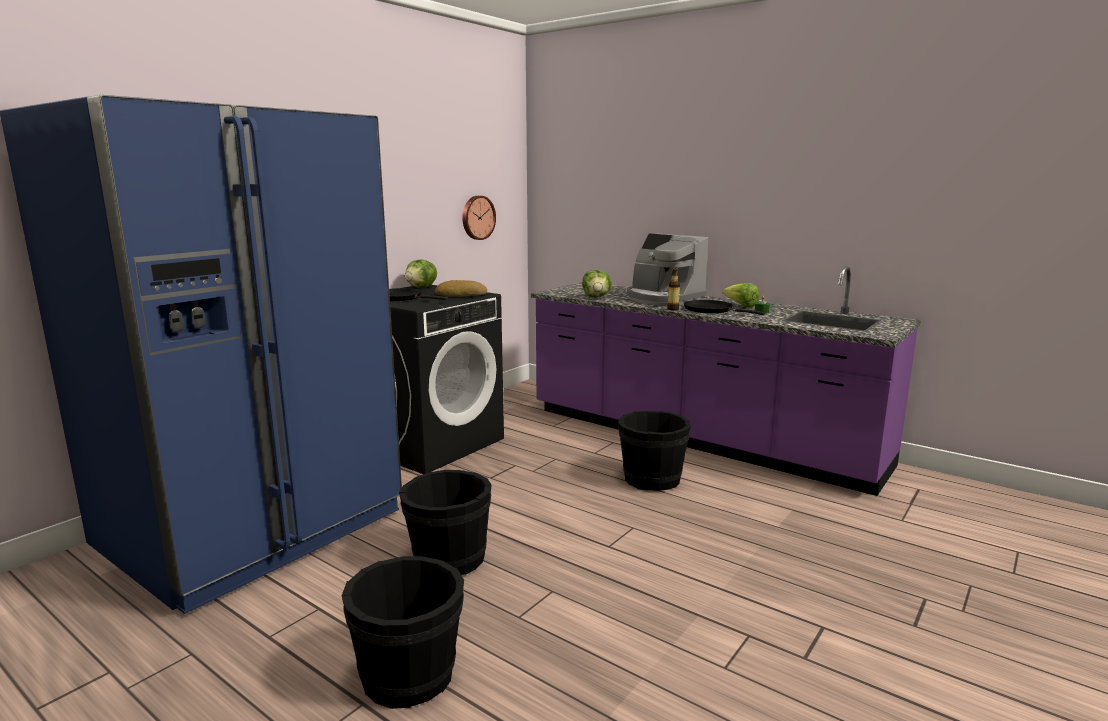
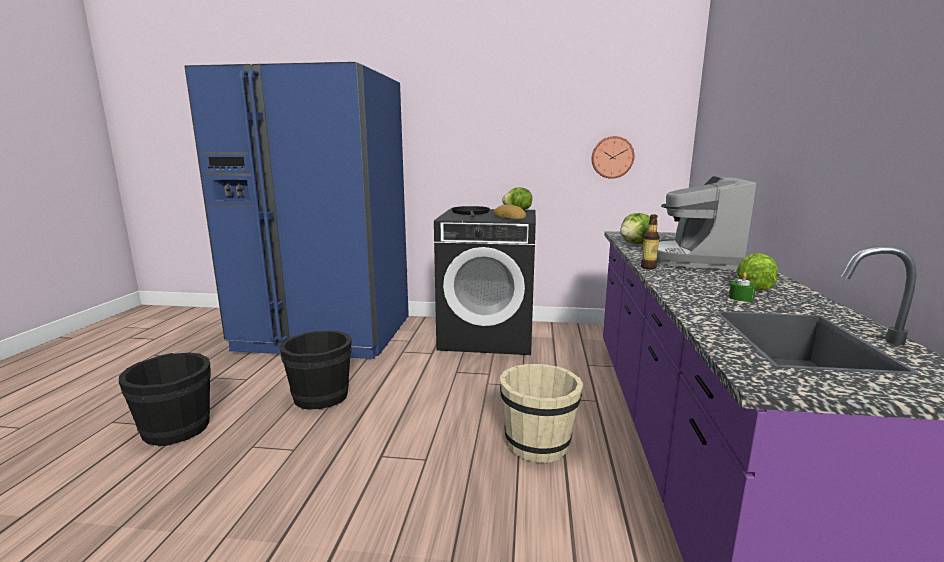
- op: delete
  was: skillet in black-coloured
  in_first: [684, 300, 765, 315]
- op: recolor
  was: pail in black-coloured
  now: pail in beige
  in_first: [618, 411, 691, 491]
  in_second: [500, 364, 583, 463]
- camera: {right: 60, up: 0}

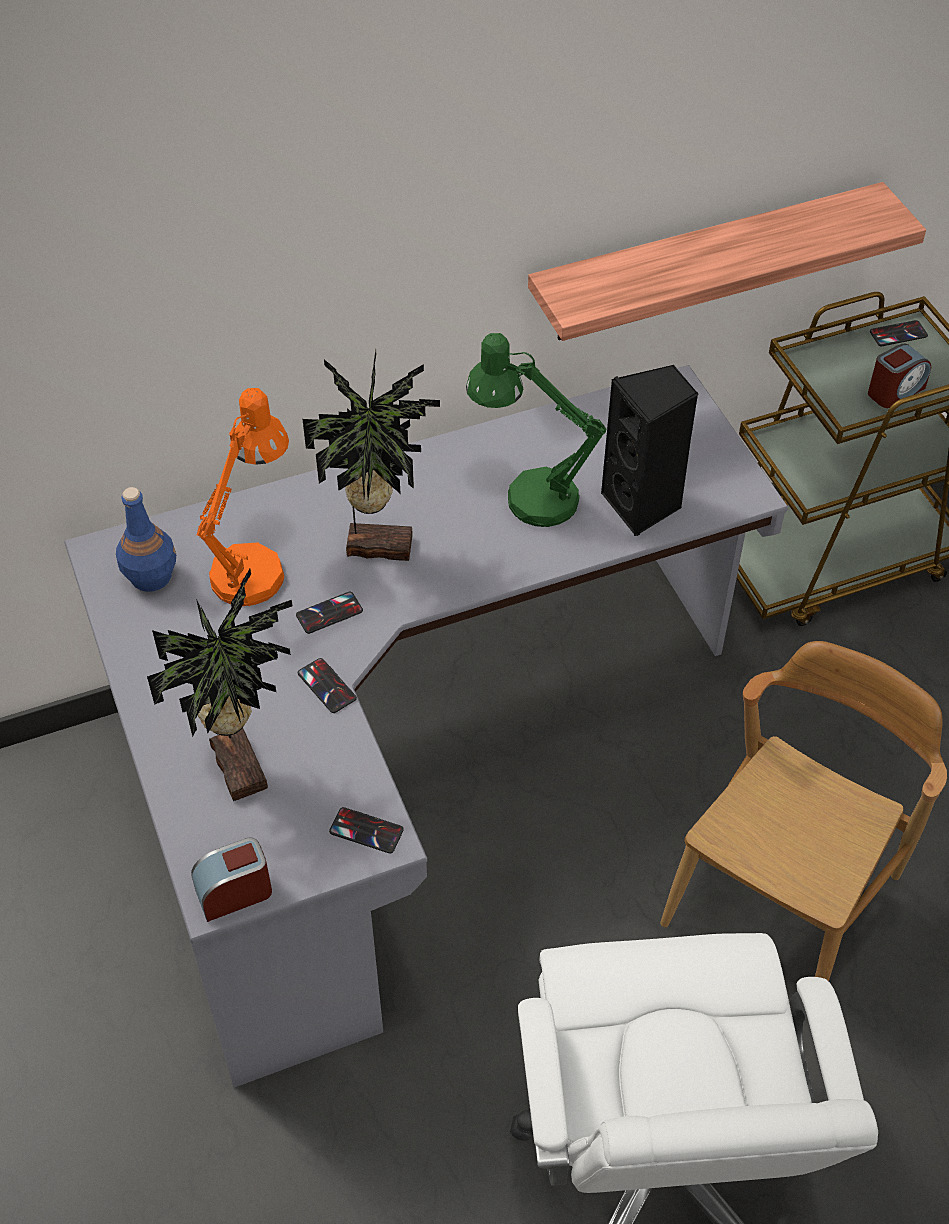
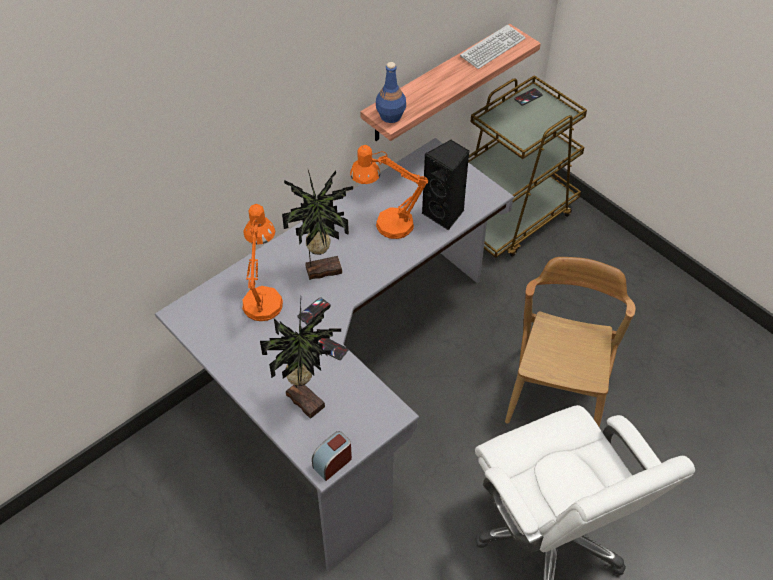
- op: recolor
  was: table lamp in green-coloured
  now: table lamp in orangey
  in_first: [466, 333, 606, 527]
  in_second: [350, 145, 428, 239]
- op: delete
  was: alarm clock
  in_first: [868, 343, 931, 408]
- op: move
  was: beverage bottle in blue-coloured
  in_first: [116, 487, 176, 592]
  in_second: [376, 62, 406, 123]
- op: delete
  was: handset
  in_first: [329, 807, 404, 853]
- op: insert
  now: keyboard
  in_second: [460, 25, 525, 69]
- camera: {right: -20, up: 0}

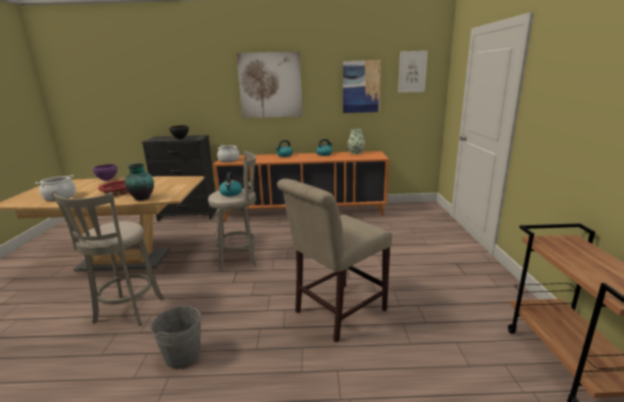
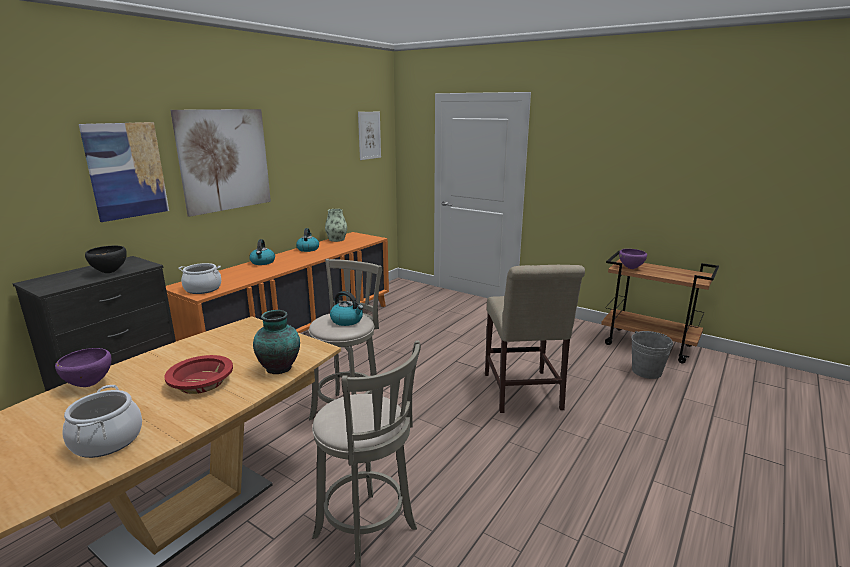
- op: move
  was: wall art
  in_first: [343, 60, 381, 113]
  in_second: [79, 122, 169, 222]
- op: move
  was: pail in grey
  in_first: [151, 305, 201, 369]
  in_second: [631, 331, 673, 379]
- op: insert
  now: deep dish in purple
  in_second: [619, 249, 647, 269]
- camera: {right: -55, up: 0}

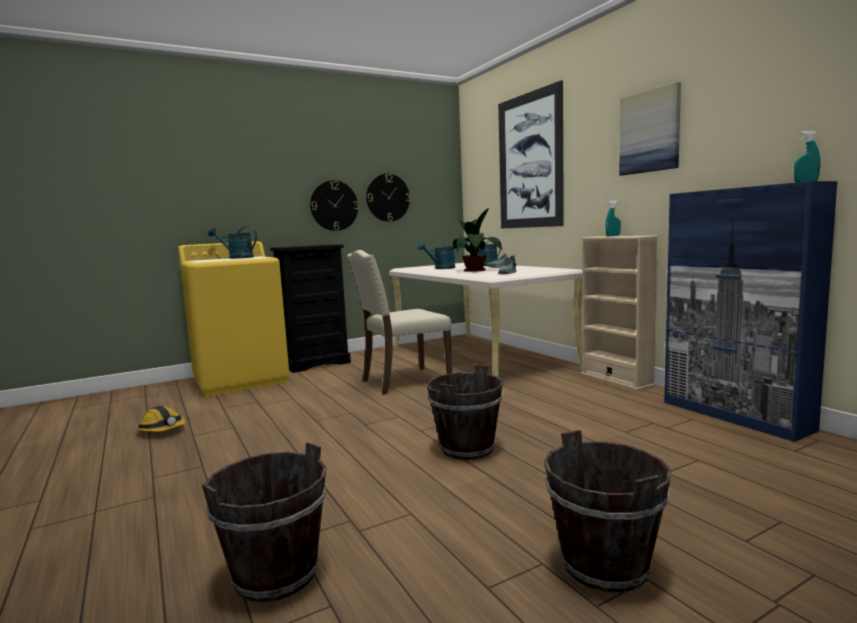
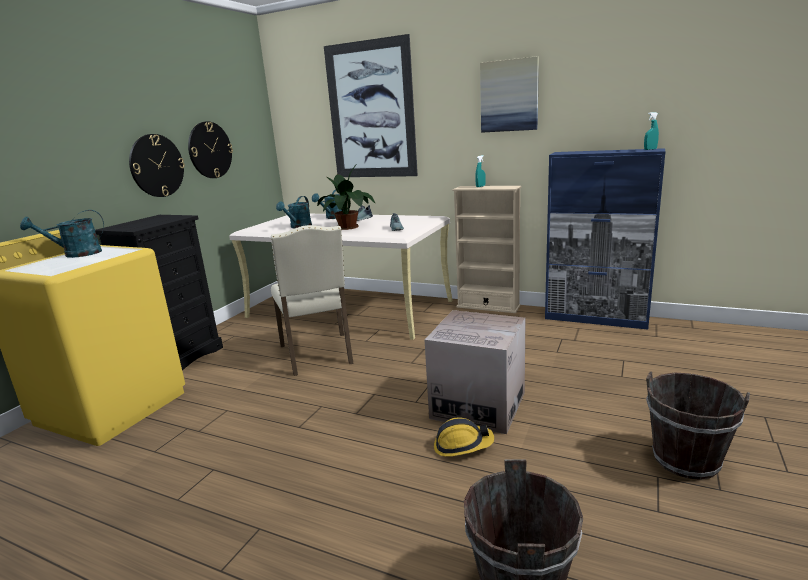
- op: rotate
  was: upright chair in beige
  in_first: [347, 250, 452, 395]
  in_second: [271, 225, 354, 376]
  clockwise: -45
- op: replace
  was: pail in brown
  now: carton
  in_first: [427, 365, 503, 460]
  in_second: [425, 310, 526, 434]
- op: move
  was: hard hat
  in_first: [137, 406, 185, 432]
  in_second: [434, 417, 494, 457]
- camera: {right: -35, up: 10}

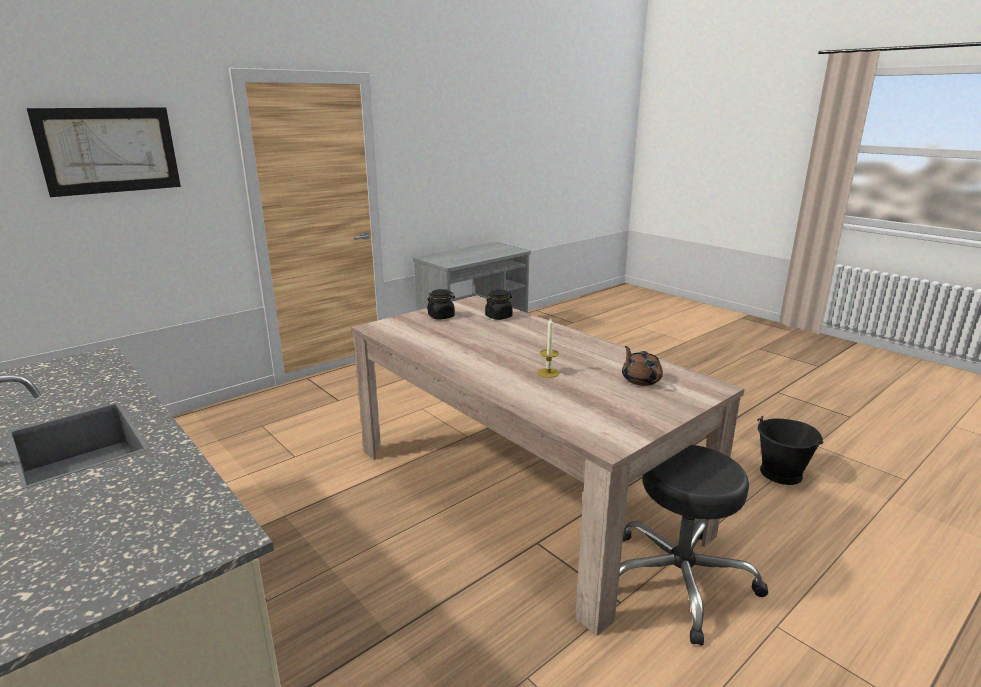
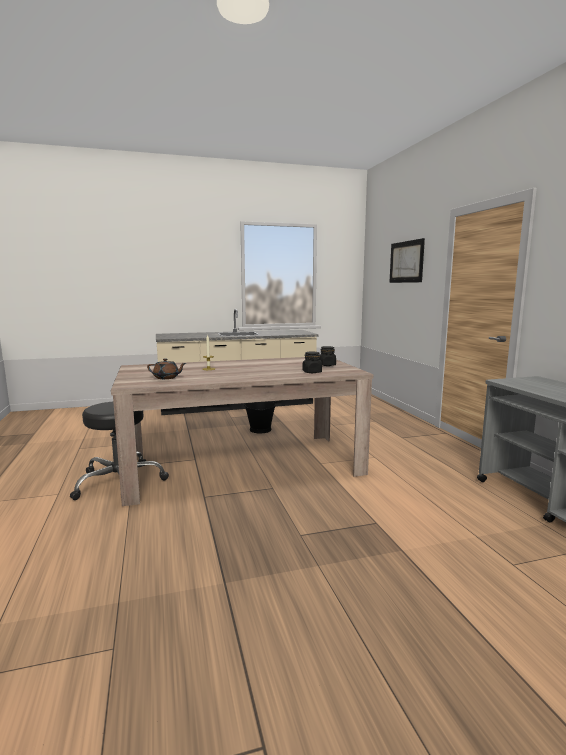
- op: move
  was: pail in black-coloured
  in_first: [758, 416, 824, 485]
  in_second: [243, 401, 277, 433]
- camera: {right: 115, up: -10}

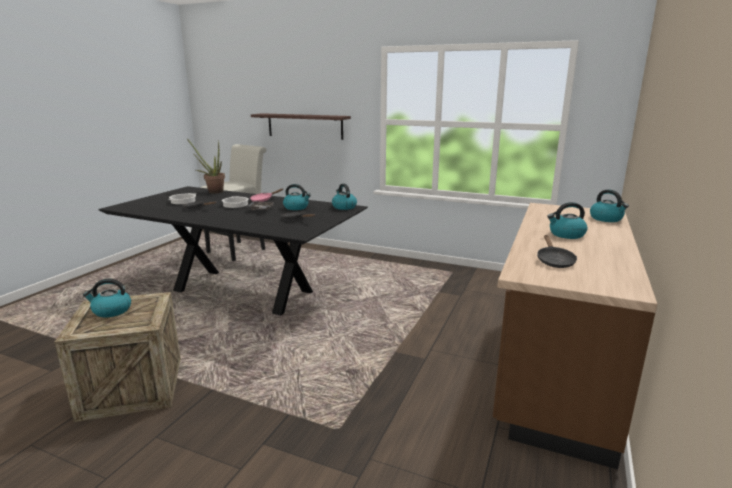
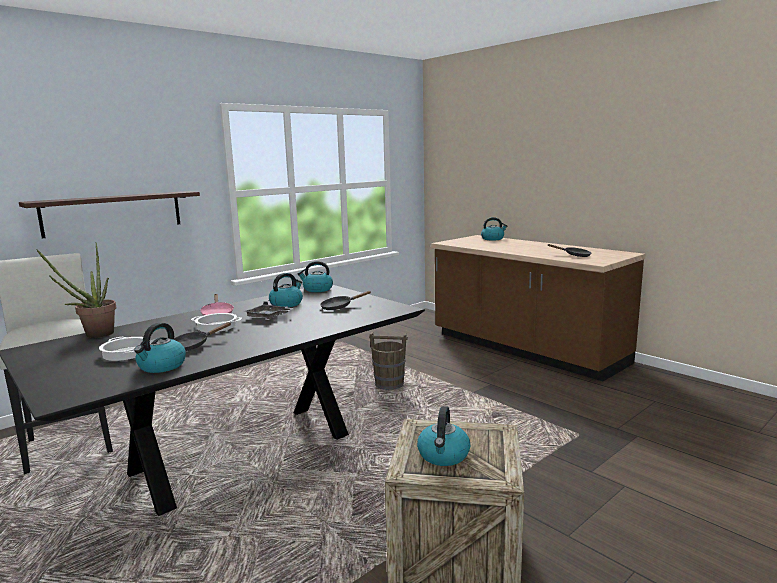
- op: move
  was: tea kettle
  in_first: [547, 202, 587, 239]
  in_second: [134, 322, 186, 373]
- op: insert
  now: pail in brown
  in_second: [369, 332, 408, 390]
- camera: {right: -65, up: -5}

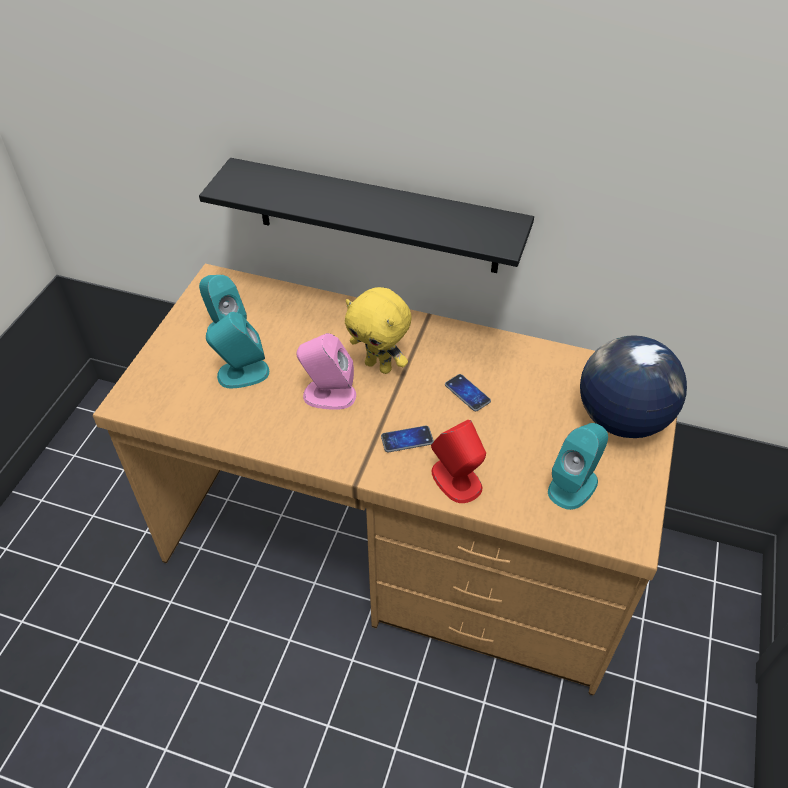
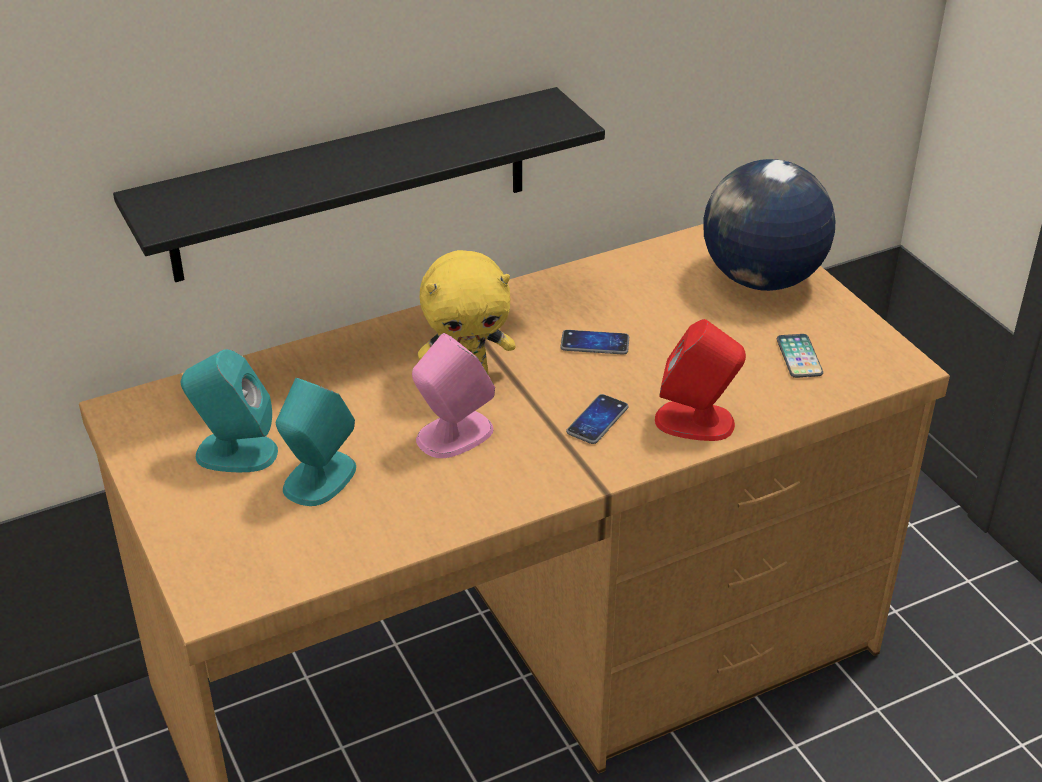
- op: replace
  was: speaker in turquoise-coloured
  now: handset
  in_first: [548, 423, 608, 510]
  in_second: [777, 334, 823, 378]
- camera: {right: -45, up: -10}

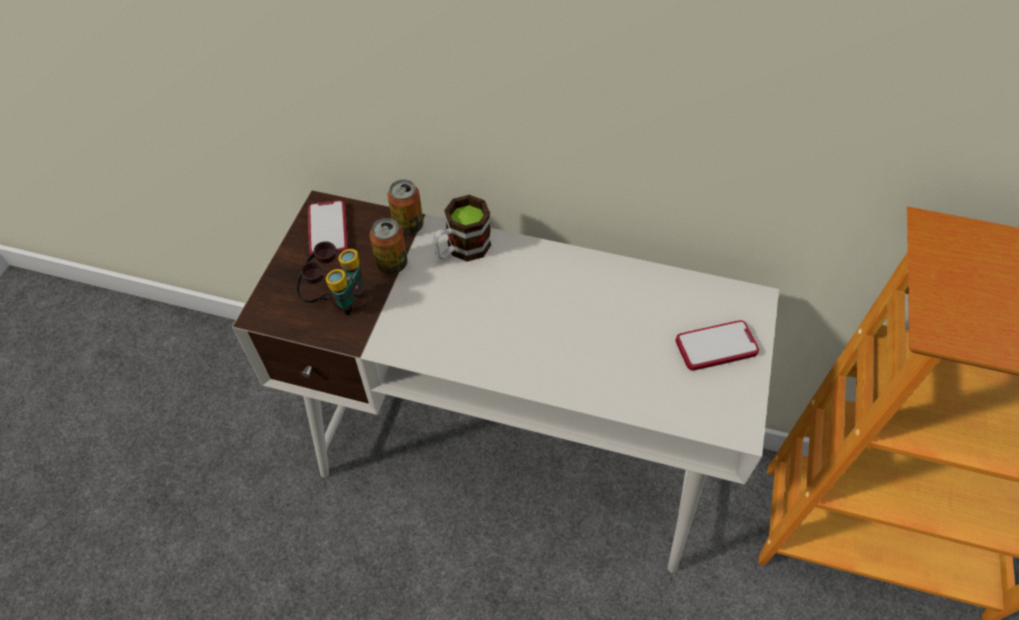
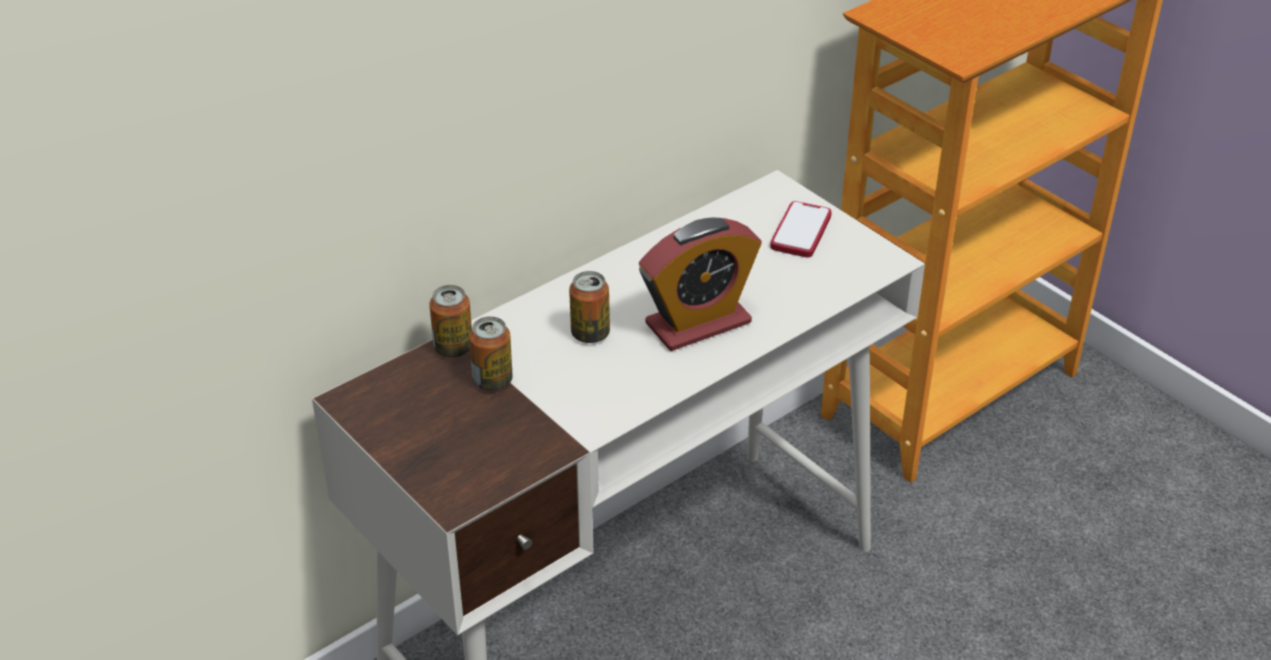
- op: delete
  was: coffee mug
  in_first: [433, 195, 491, 262]
- op: delete
  was: handset
  in_first: [308, 200, 348, 258]
- op: delete
  was: binoculars
  in_first: [296, 241, 365, 315]
- op: insert
  now: alarm clock
  in_second: [639, 217, 762, 351]
- op: insert
  now: sealed can
  in_second: [569, 271, 610, 343]
- camera: {right: -55, up: -15}

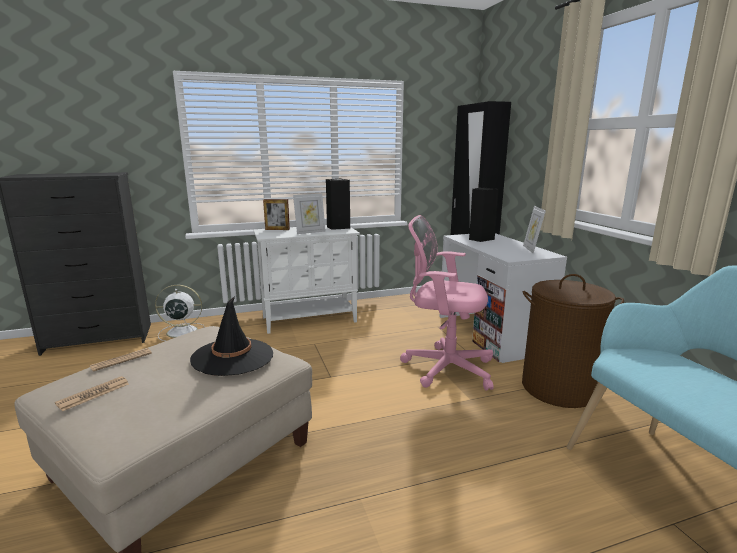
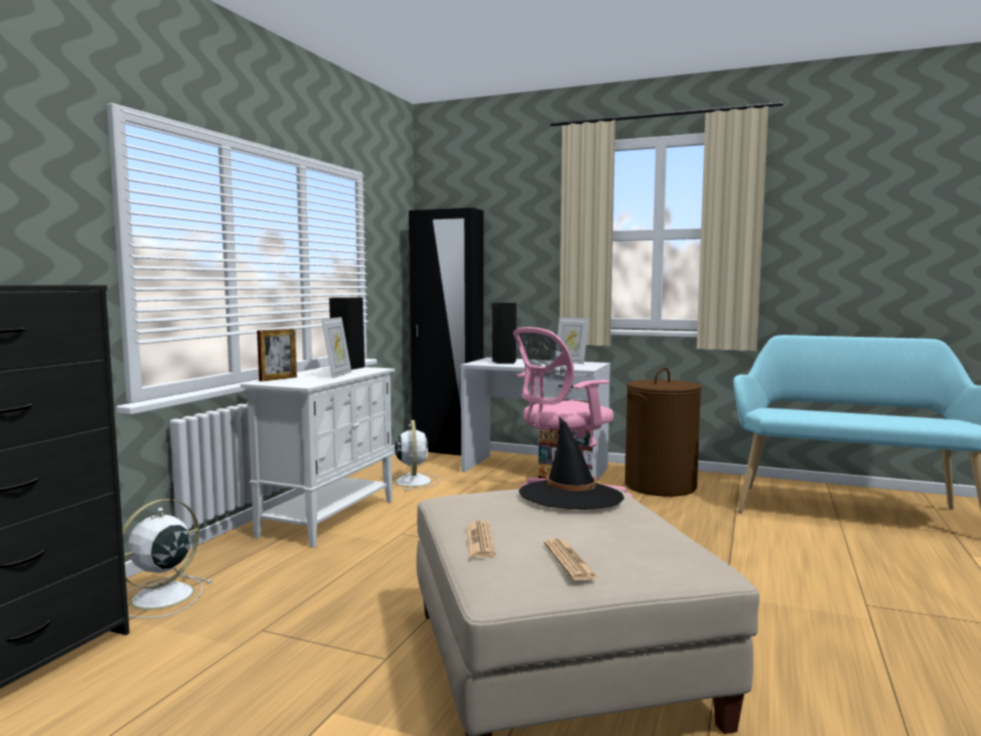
- op: insert
  now: cooling fan in white-coloured
  in_second: [392, 420, 440, 490]
- camera: {right: -50, up: -10}

